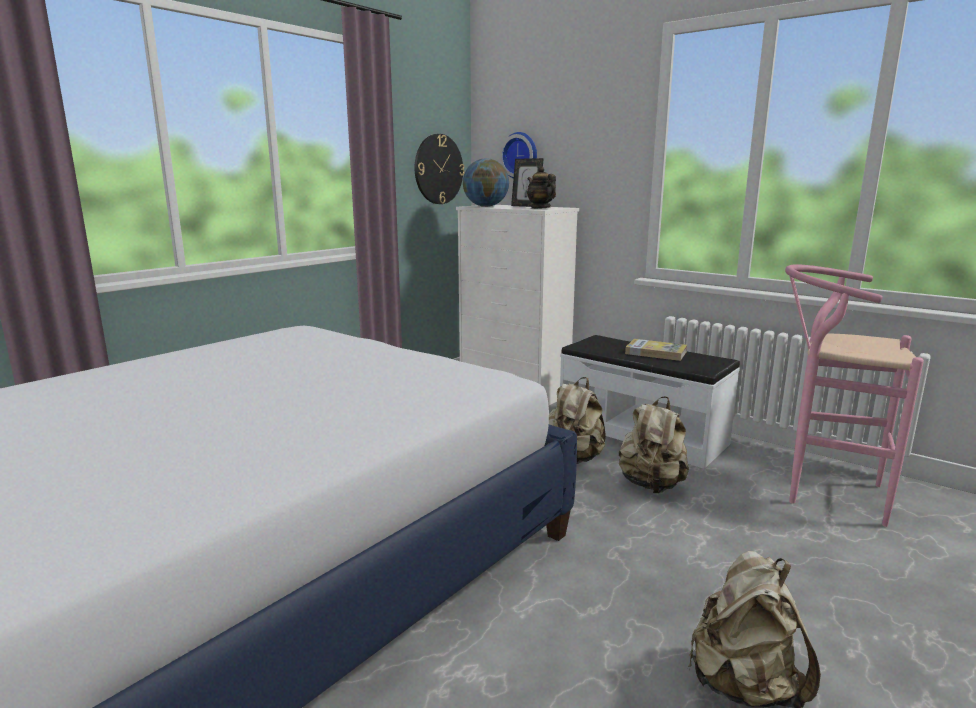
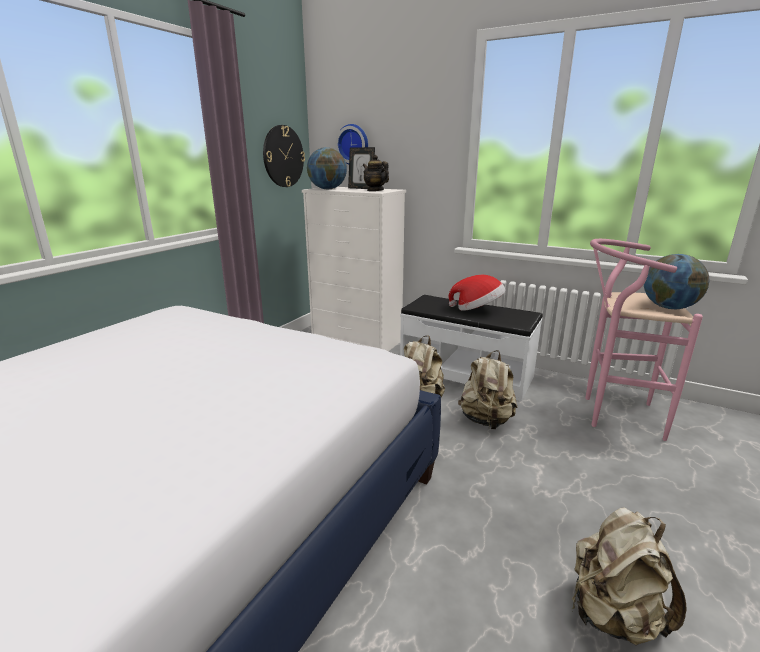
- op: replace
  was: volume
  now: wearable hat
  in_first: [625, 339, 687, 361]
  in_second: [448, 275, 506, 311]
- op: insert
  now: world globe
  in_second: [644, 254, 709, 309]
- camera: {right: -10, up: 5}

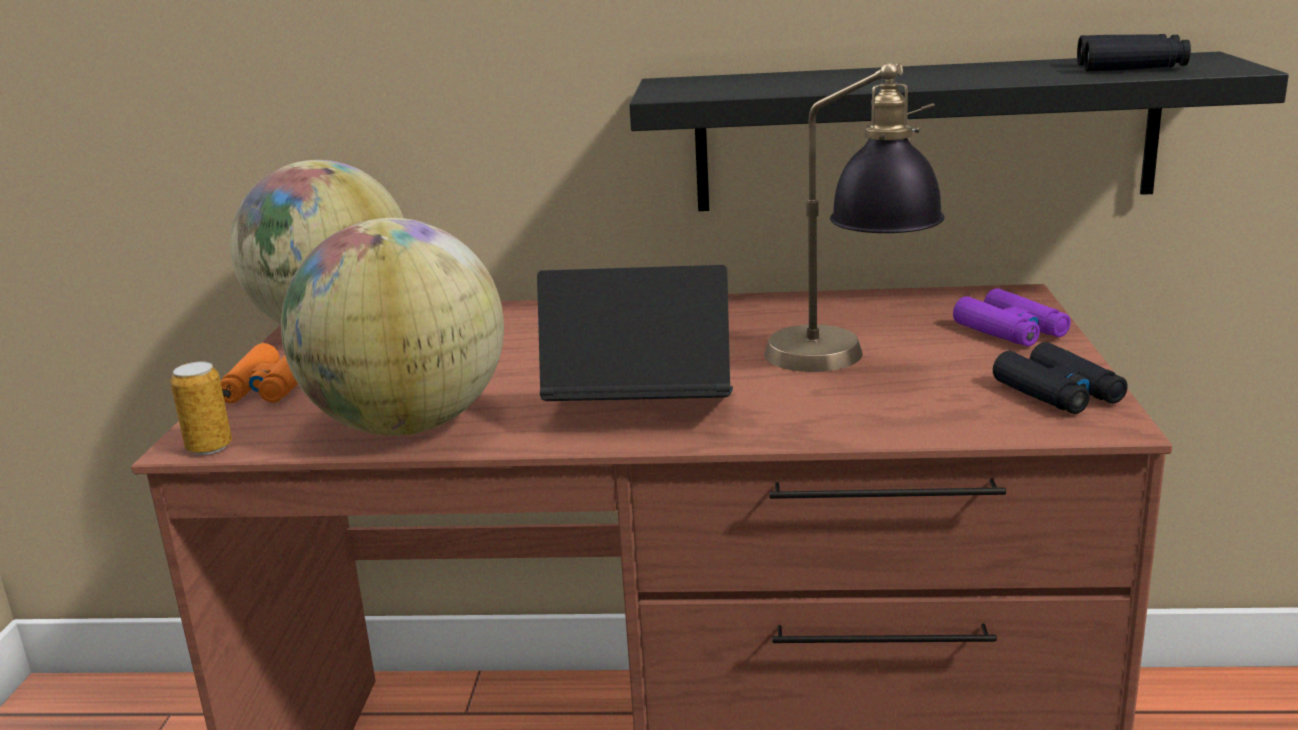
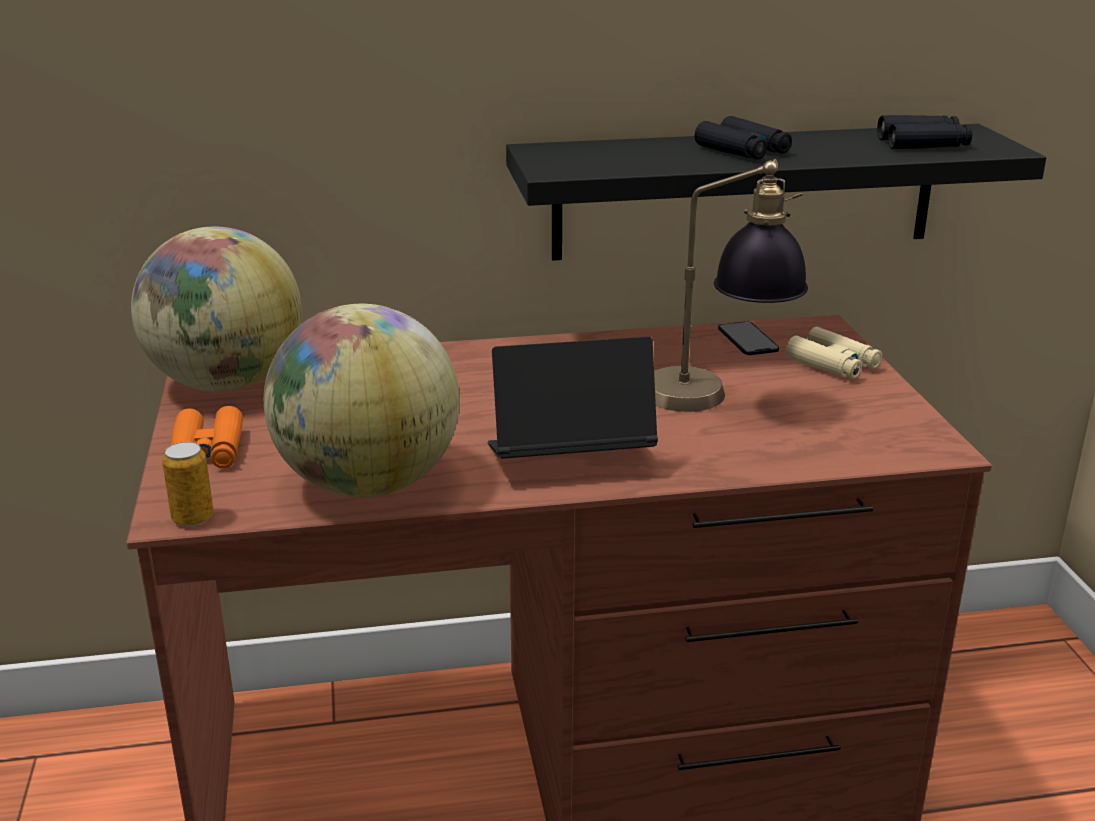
- op: recolor
  was: binoculars in purple
  now: binoculars in beige
  in_first: [953, 288, 1071, 346]
  in_second: [785, 327, 882, 379]
- op: move
  was: binoculars in black-coloured
  in_first: [993, 342, 1128, 414]
  in_second: [695, 116, 792, 159]
- op: insert
  now: handset
  in_second: [718, 321, 779, 355]
- camera: {right: -15, up: 5}

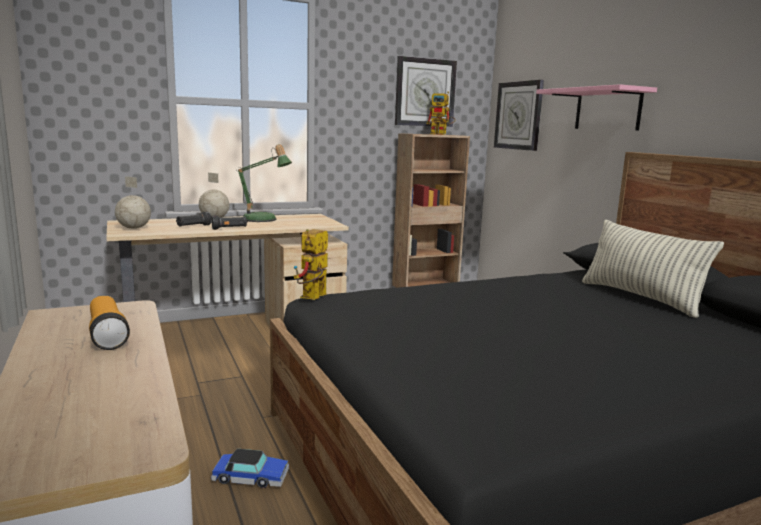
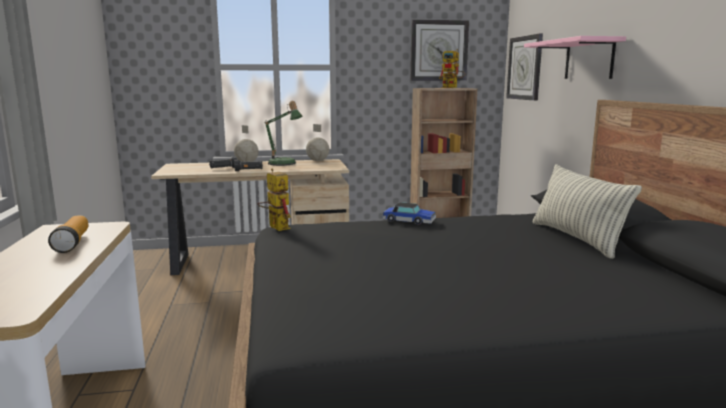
- op: move
  was: world globe
  in_first: [115, 176, 151, 229]
  in_second: [306, 124, 329, 161]
- op: rotate
  was: model robot
  in_first: [294, 229, 328, 300]
  in_second: [257, 168, 291, 231]
  clockwise: 105
- op: move
  was: model car
  in_first: [211, 449, 289, 488]
  in_second: [382, 202, 436, 225]
- camera: {right: 15, up: 0}

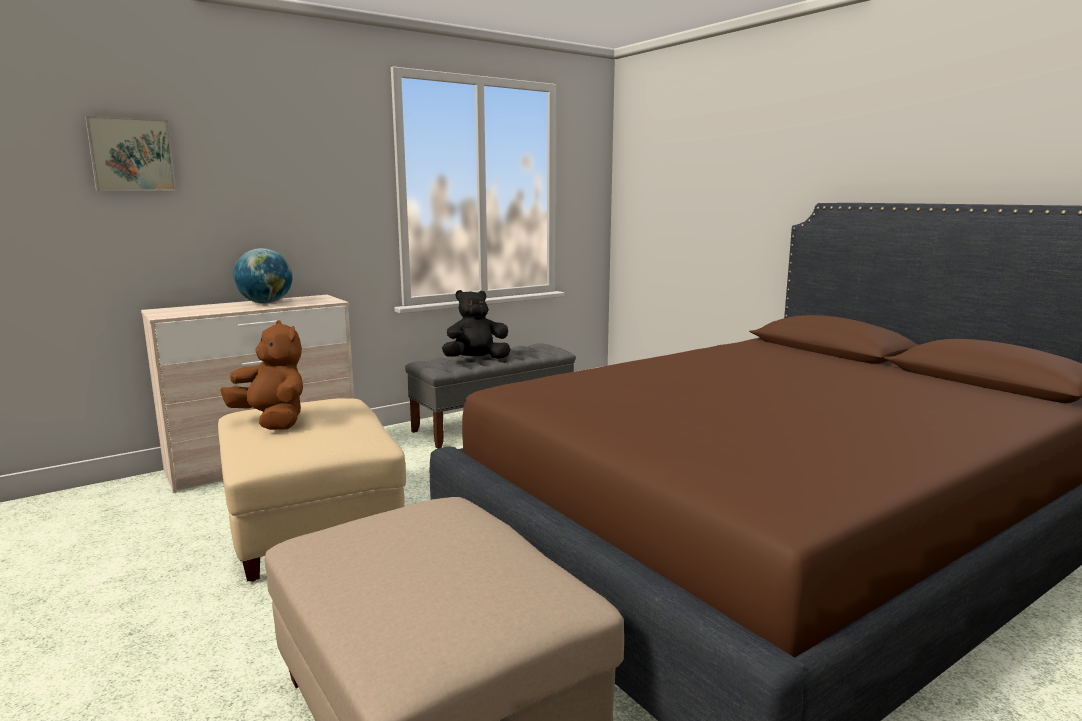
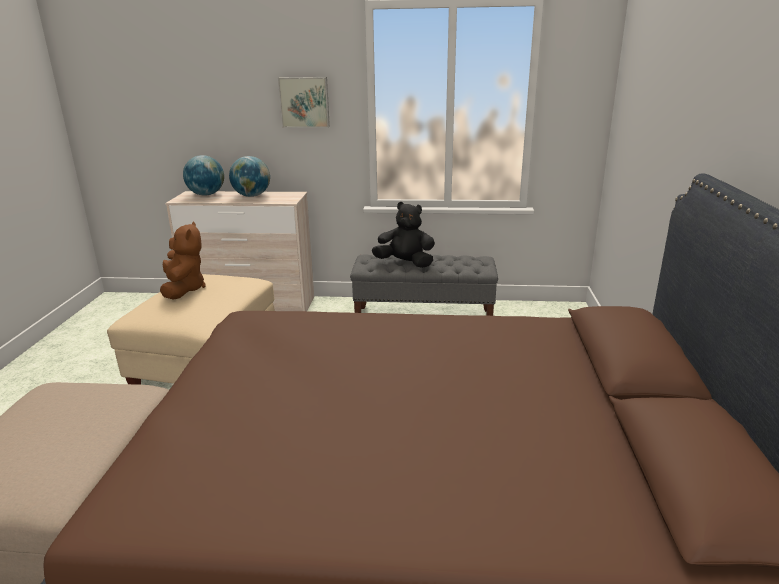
- op: move
  was: wall art
  in_first: [85, 116, 176, 191]
  in_second: [278, 77, 330, 128]
- op: insert
  now: world globe
  in_second: [183, 155, 224, 196]
- camera: {right: 40, up: 10}

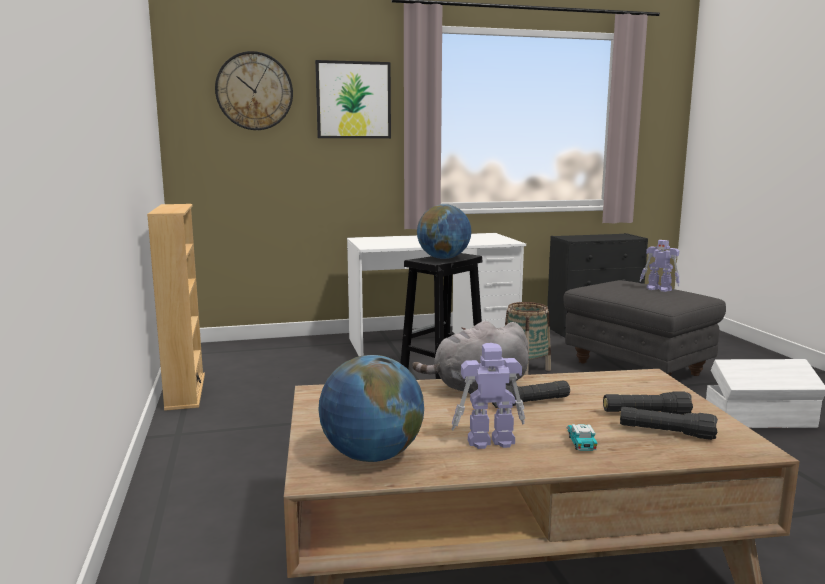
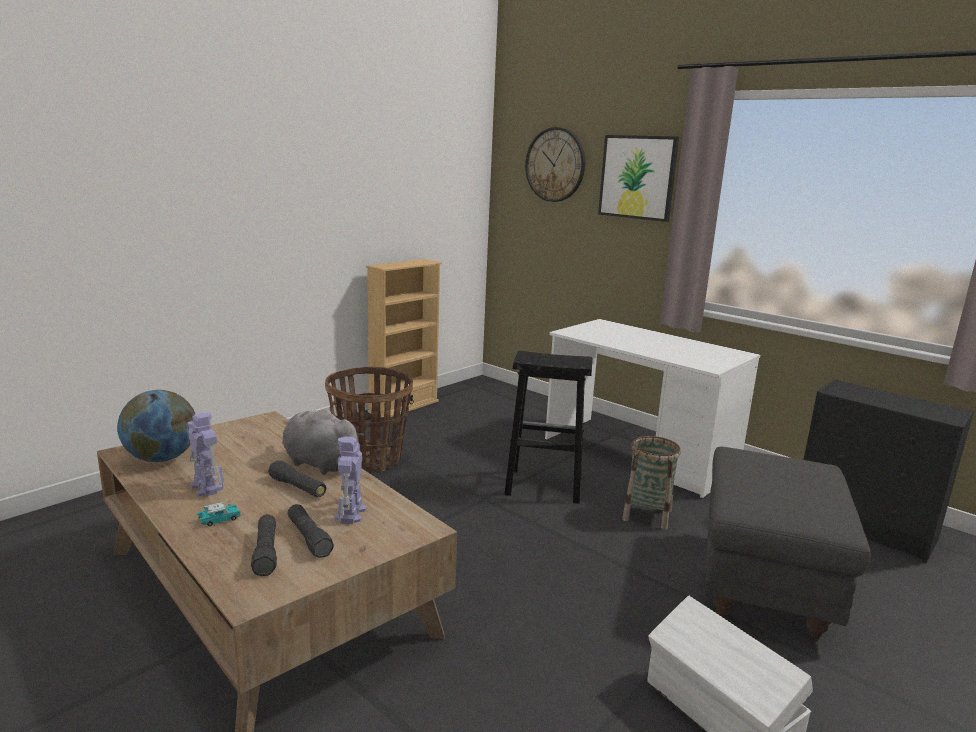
- op: delete
  was: world globe
  in_first: [417, 204, 471, 259]
- op: move
  was: model robot
  in_first: [640, 240, 680, 292]
  in_second: [335, 436, 367, 524]
- op: insert
  now: household basket
  in_second: [325, 367, 413, 472]
- camera: {right: 55, up: 5}

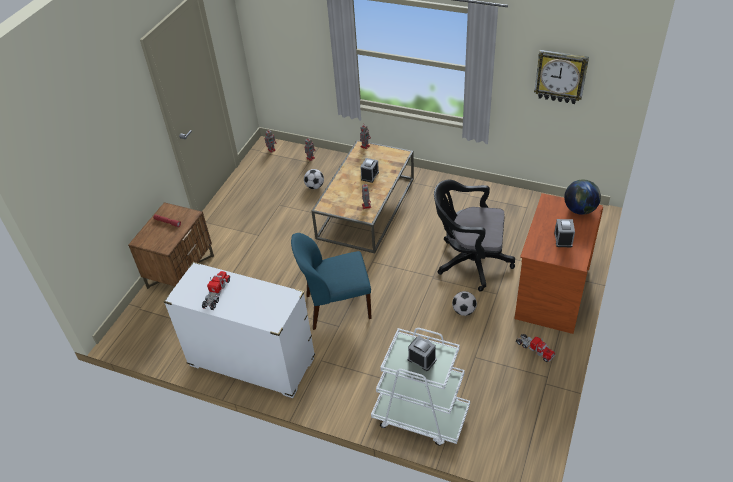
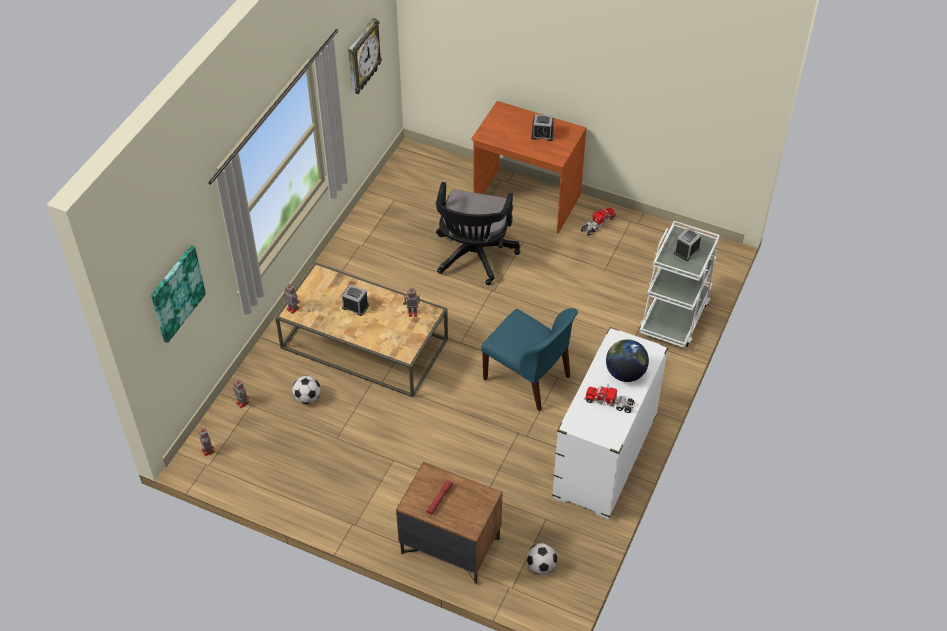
- op: move
  was: world globe
  in_first: [564, 179, 601, 215]
  in_second: [606, 339, 649, 382]
- op: rotate
  was: upright chair in blue-coloured
  in_first: [291, 233, 372, 330]
  in_second: [481, 308, 578, 411]
  clockwise: -45
- op: move
  was: football ball
  in_first: [452, 291, 477, 316]
  in_second: [526, 543, 557, 575]
- op: insert
  now: wall art
  in_second: [151, 245, 206, 343]
- camera: {right: -90, up: 5}

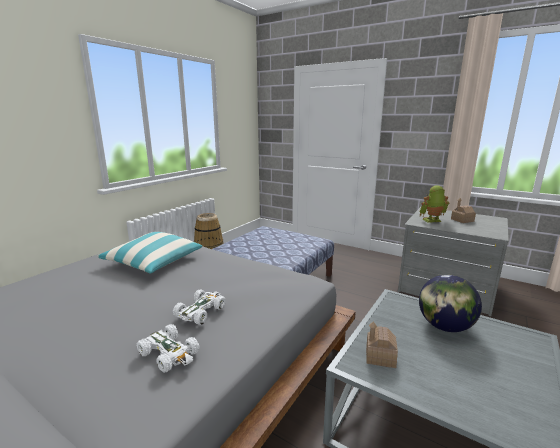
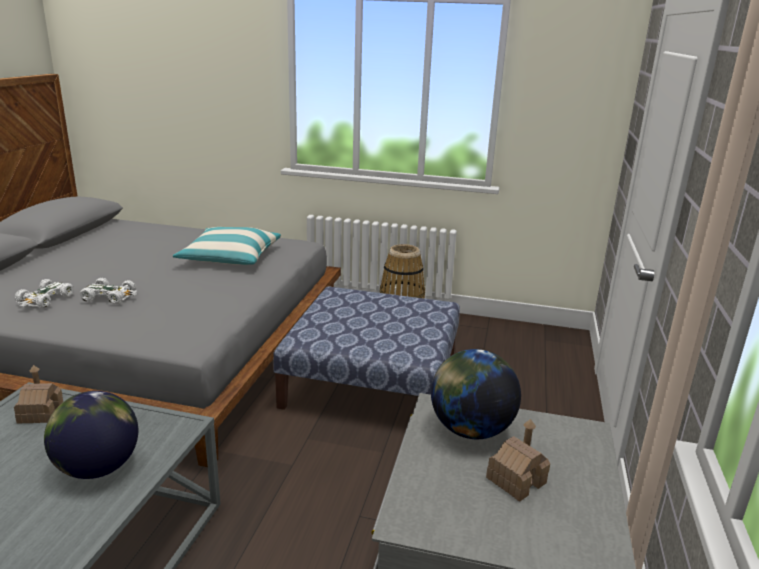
- op: replace
  was: model robot
  now: world globe
  in_first: [419, 185, 449, 223]
  in_second: [431, 349, 521, 439]
- camera: {right: 70, up: 5}

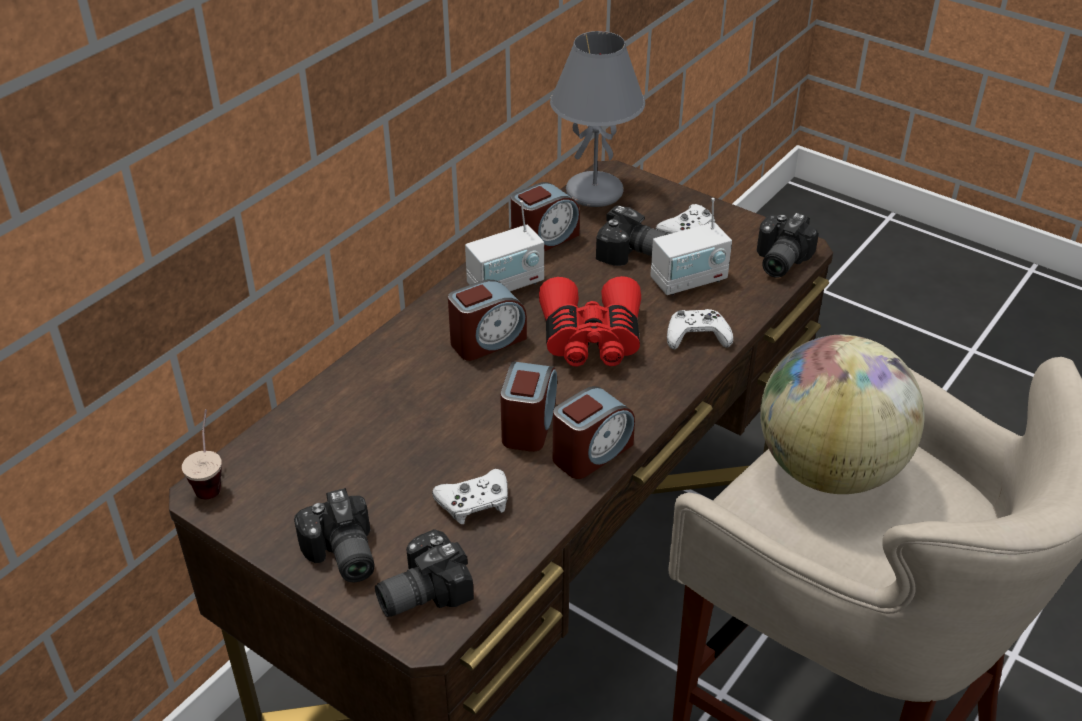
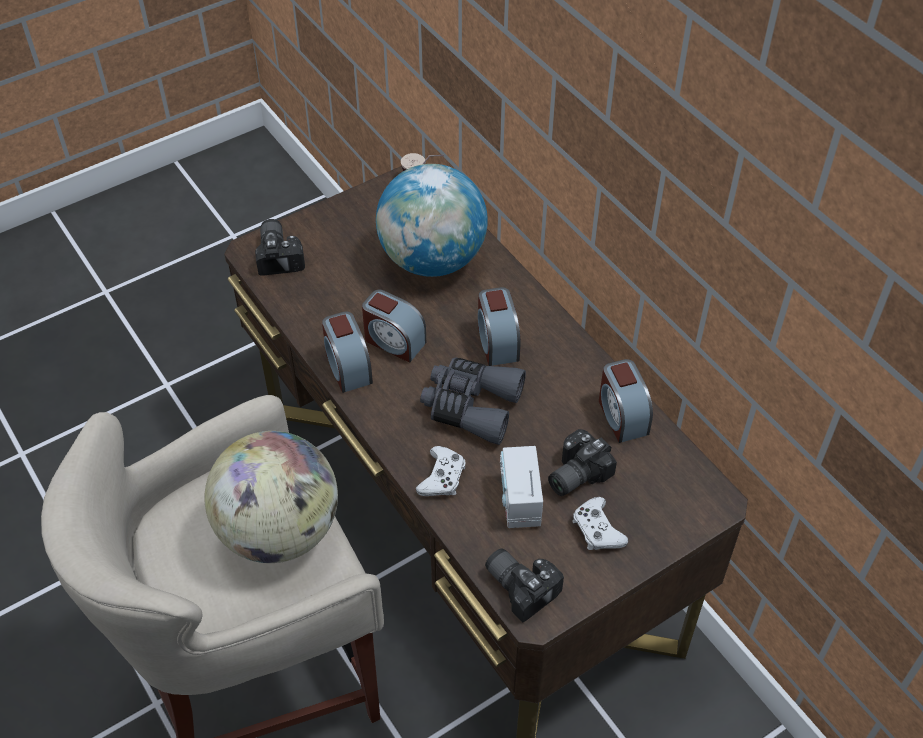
- op: delete
  was: table lamp in grey
  in_first: [550, 31, 645, 207]
- op: delete
  was: radio
  in_first: [465, 200, 544, 291]
- op: recolor
  was: binoculars in red-coloured
  now: binoculars in grey
  in_first: [539, 276, 641, 366]
  in_second: [420, 358, 526, 445]
- op: delete
  was: gamepad in white-coloured
  in_first: [432, 469, 508, 524]
- op: delete
  was: photo camera
  in_first: [294, 488, 375, 582]
- op: insert
  now: world globe
  in_second: [376, 164, 488, 277]
- camera: {right: 110, up: 10}

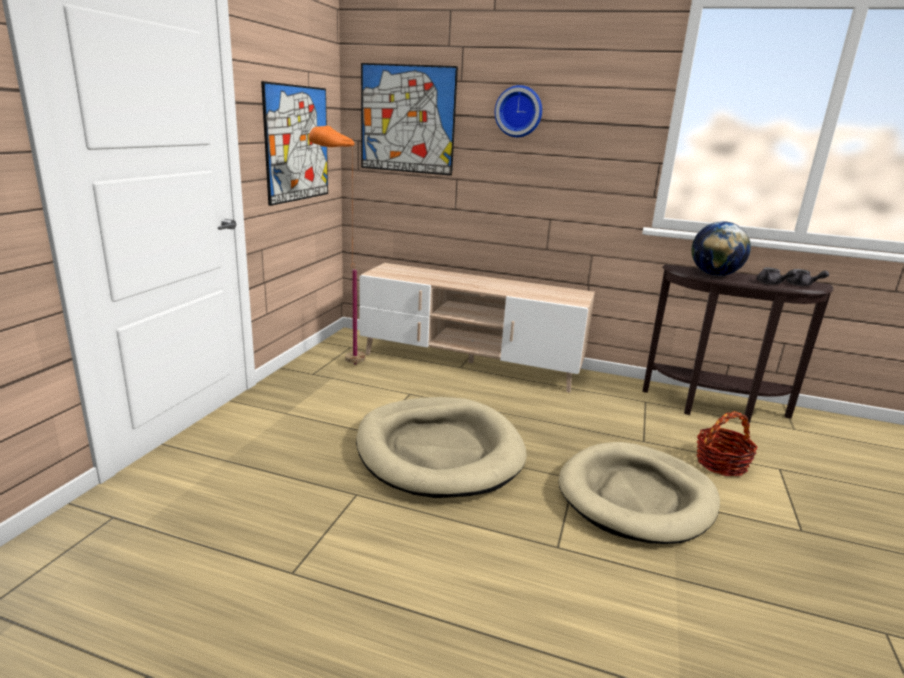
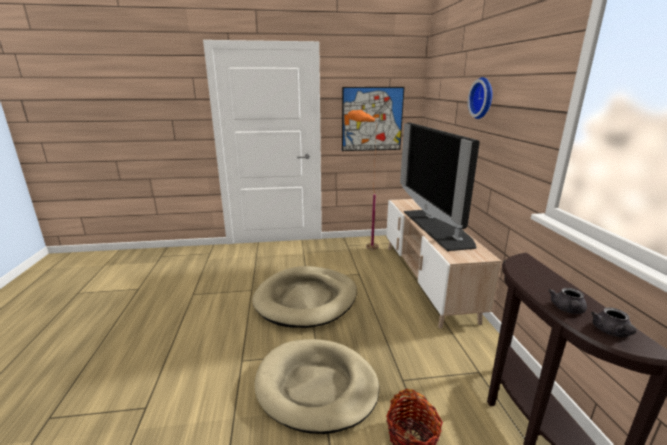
- op: delete
  was: wall art
  in_first: [361, 63, 458, 176]
- op: delete
  was: world globe
  in_first: [691, 221, 751, 276]
- op: insert
  now: TV set
  in_second: [400, 122, 480, 251]
- camera: {right: 65, up: 0}

